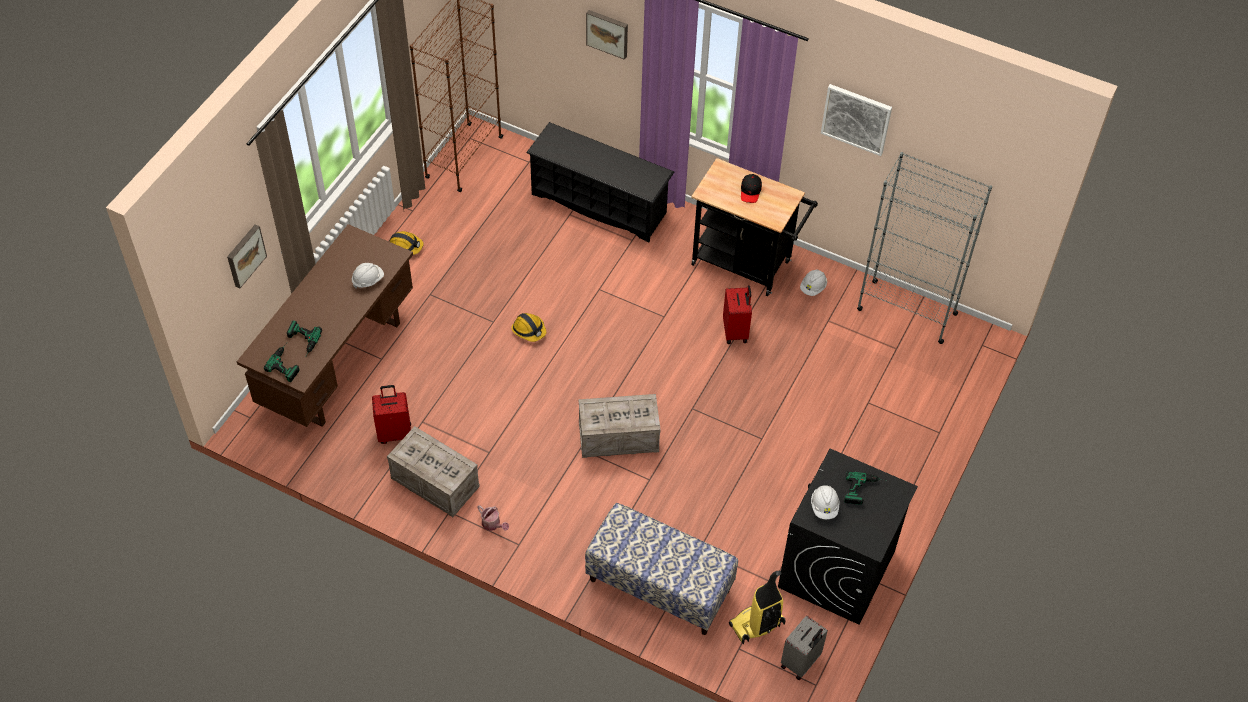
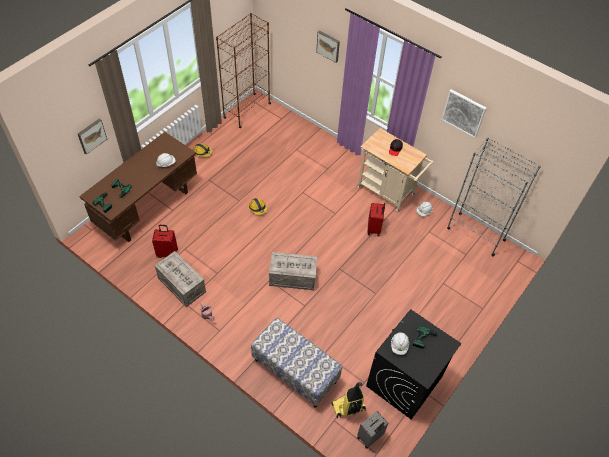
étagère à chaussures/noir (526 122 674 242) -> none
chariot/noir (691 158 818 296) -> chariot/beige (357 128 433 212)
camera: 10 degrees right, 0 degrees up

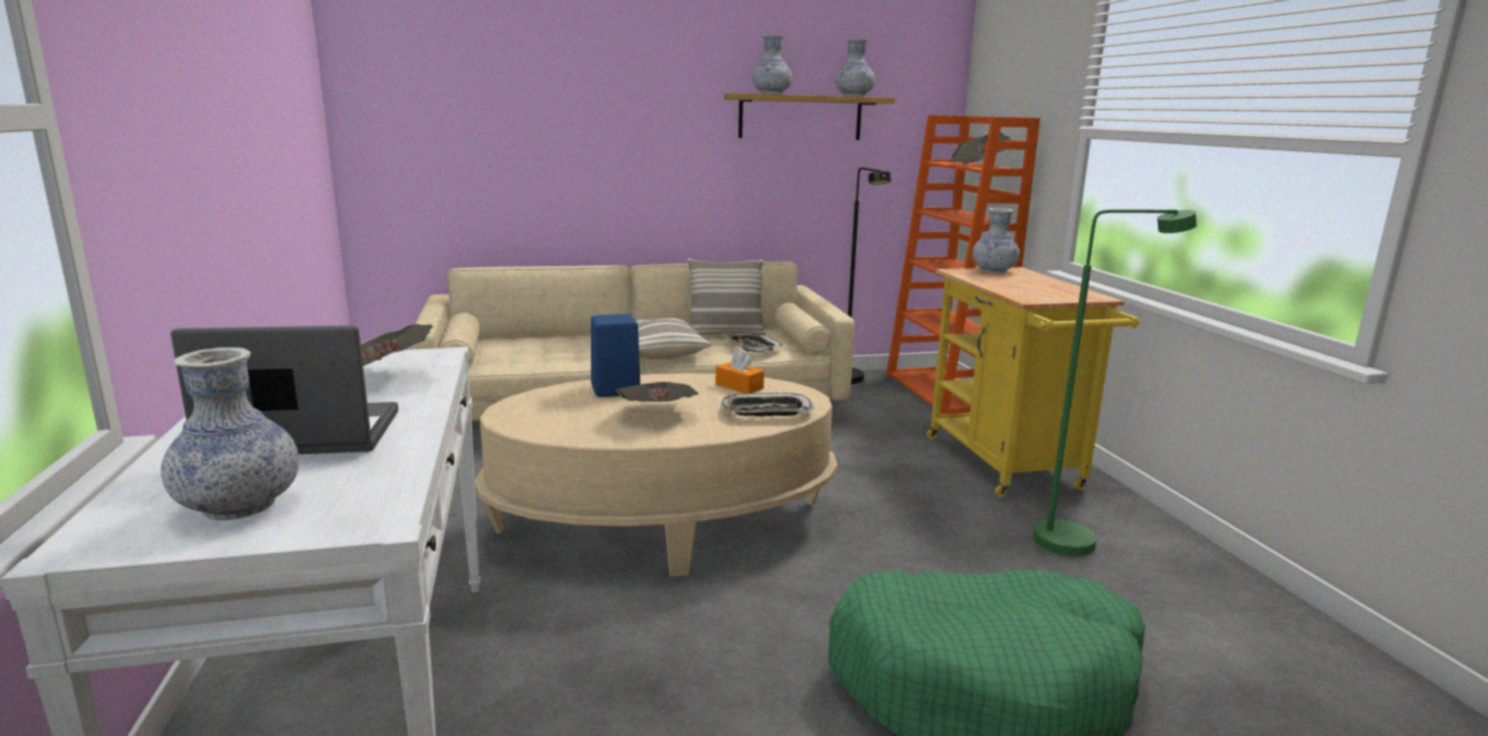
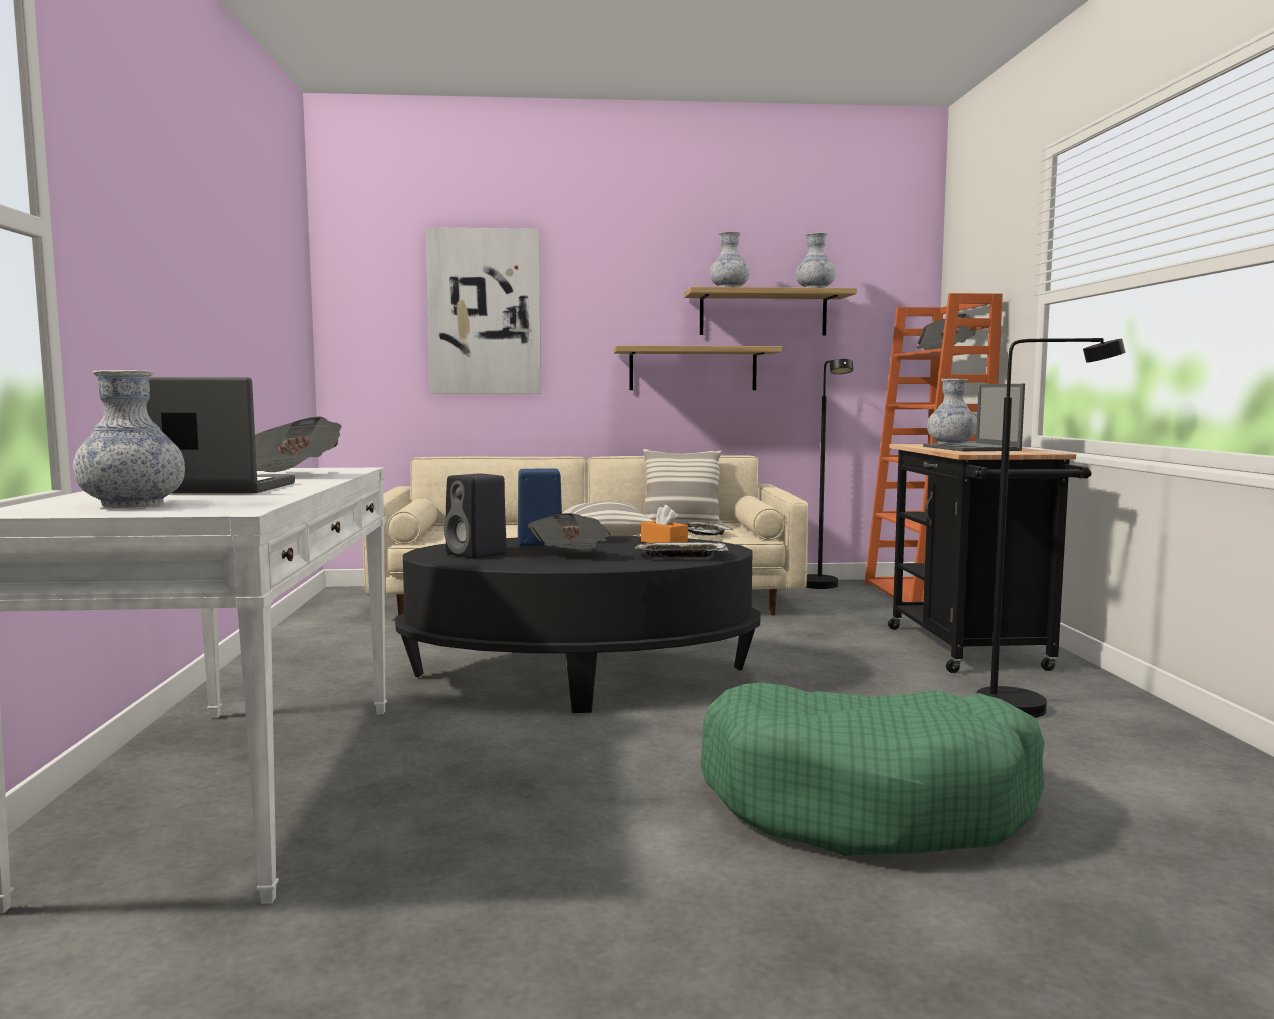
lampadaire/vert (1033 209 1197 557) -> lampadaire/noir (977 338 1125 718)
chariot/jaune (926 267 1140 497) -> chariot/noir (888 444 1092 673)
table basse/beige (475 373 838 577) -> table basse/noir (395 536 761 713)
none -> tableau (426 227 541 394)
none -> étagère (614 346 783 390)
none -> ordinateur portable (923 384 1025 451)
none -> enceinte/noir (444 473 507 559)
camera: 10 degrees right, 10 degrees down

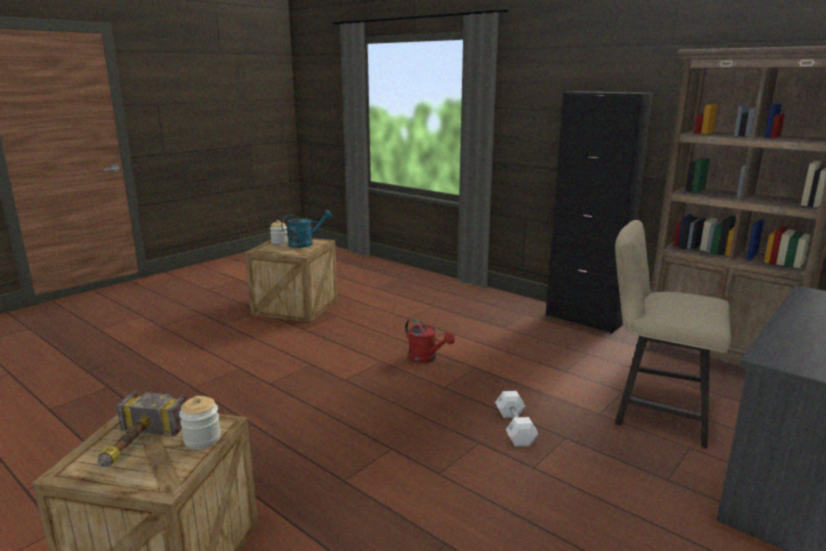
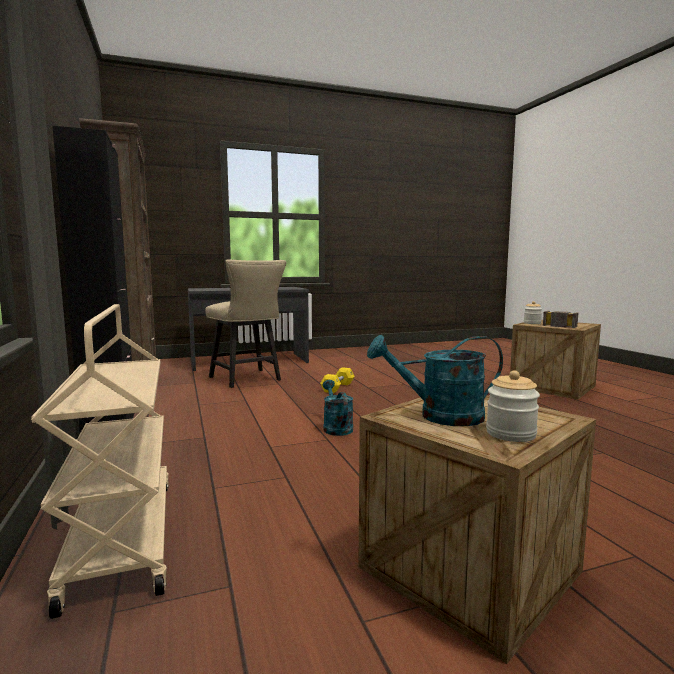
arrosoir/rouge (405 319 455 363) -> arrosoir/turquoise (323 380 353 436)
haltère/blanc (495 391 538 447) -> haltère/jaune (320 367 355 393)
none -> chariot/beige (31 304 169 619)
camera: 150 degrees left, 10 degrees down

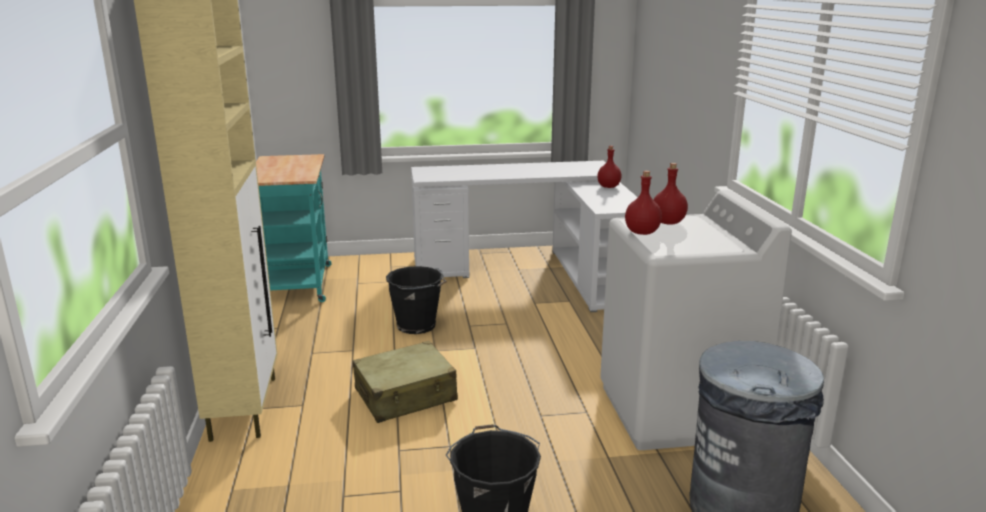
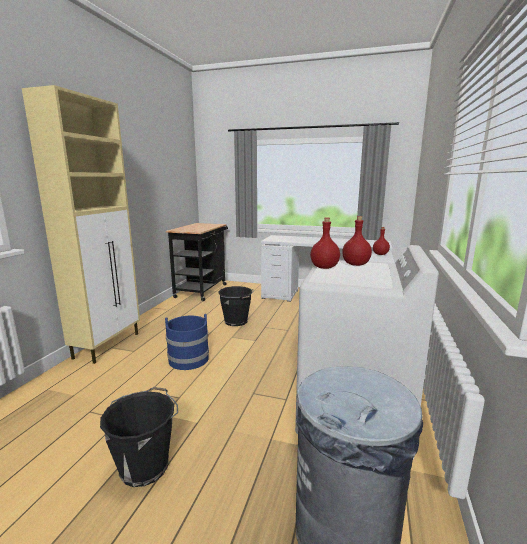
chariot/turquoise (256 154 331 302) -> chariot/noir (166 223 228 301)
valise/beige (353 341 458 423) -> seau/bleu (165 314 209 370)
camera: 25 degrees right, 5 degrees down

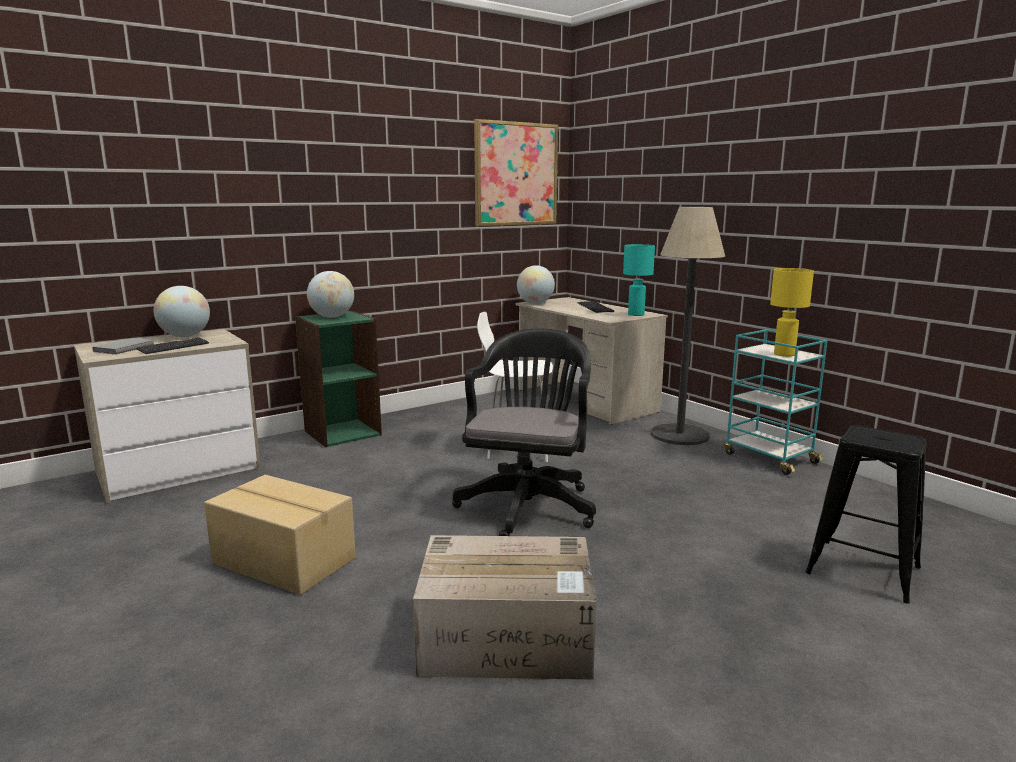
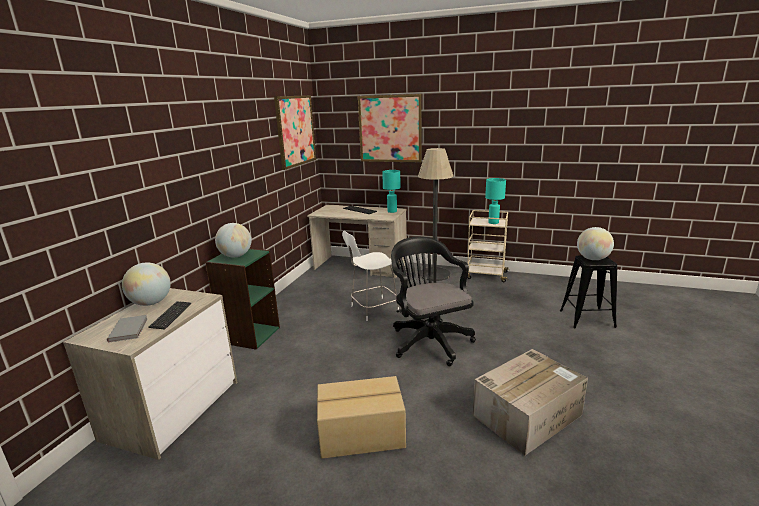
globe (517 265 555 304) -> globe (577 227 614 260), shifted
lampe de table/jaune (770 268 814 357) -> lampe de table/turquoise (485 178 506 224)
chariot/turquoise (724 329 828 475) -> chariot/beige (467 210 510 282)
none -> tableau (358 94 422 162)
camera: 35 degrees left, 5 degrees up

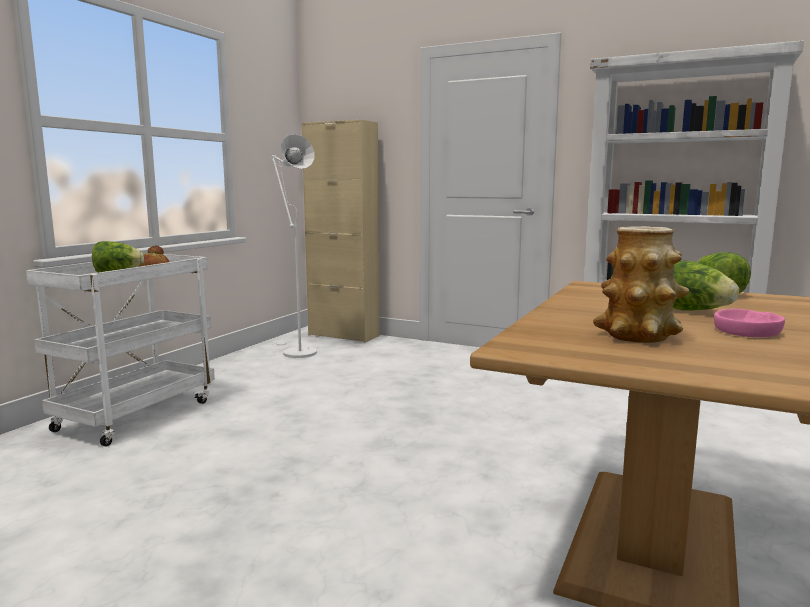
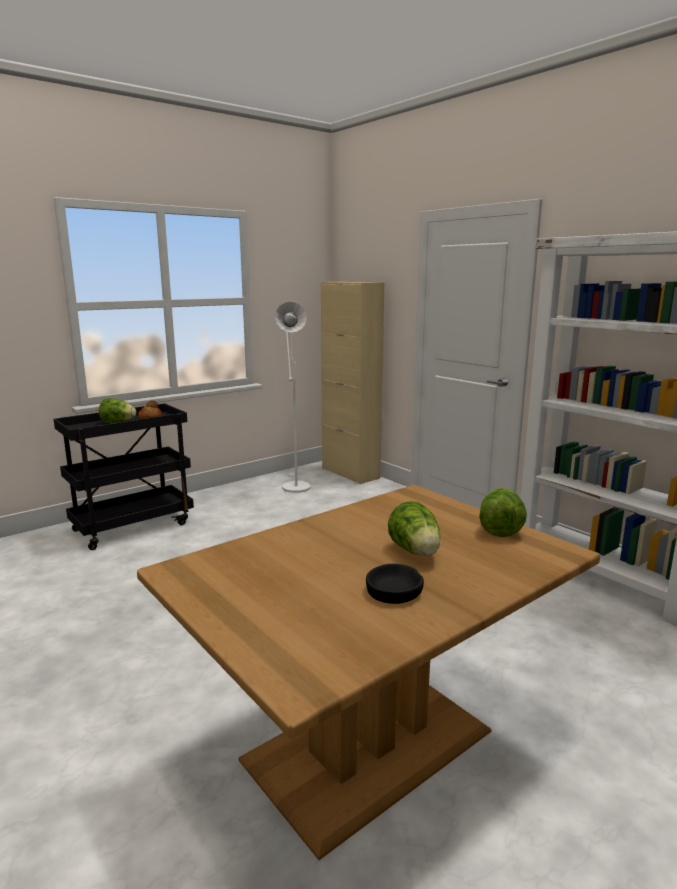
vase (593 226 689 343) -> none
chariot/blanc (26 254 215 446) -> chariot/noir (54 403 194 550)
bol/rose (714 309 785 337) -> bol/noir (366 564 424 604)
camera: 25 degrees right, 5 degrees up

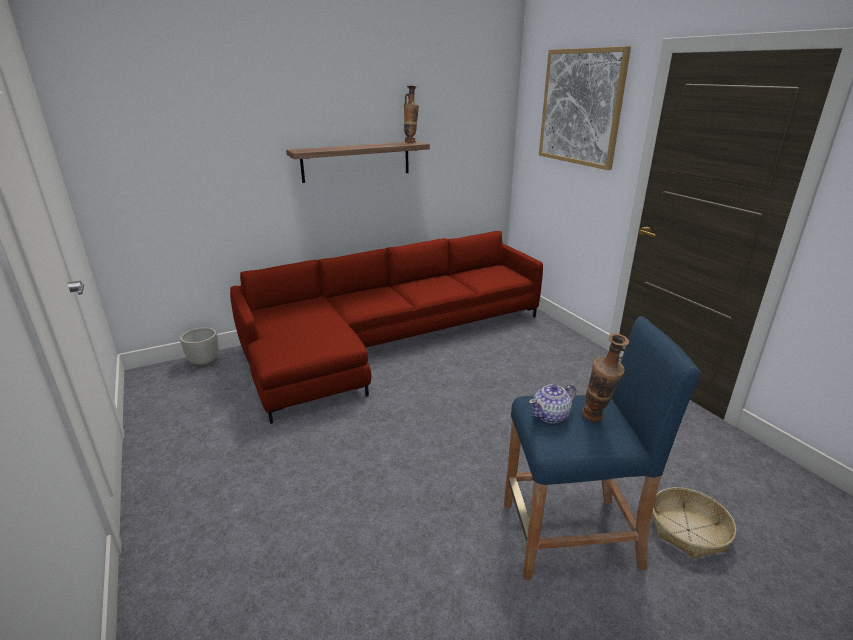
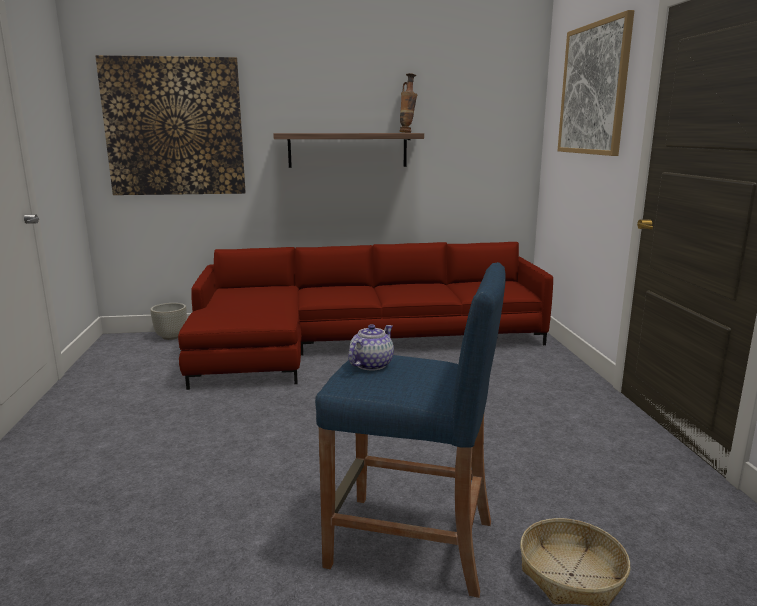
vase (582 334 629 422) -> none
théière (529 384 576 423) -> théière (348 324 394 371), 135 degrees clockwise
none -> tableau (95 55 246 195)
camera: 20 degrees right, 10 degrees down

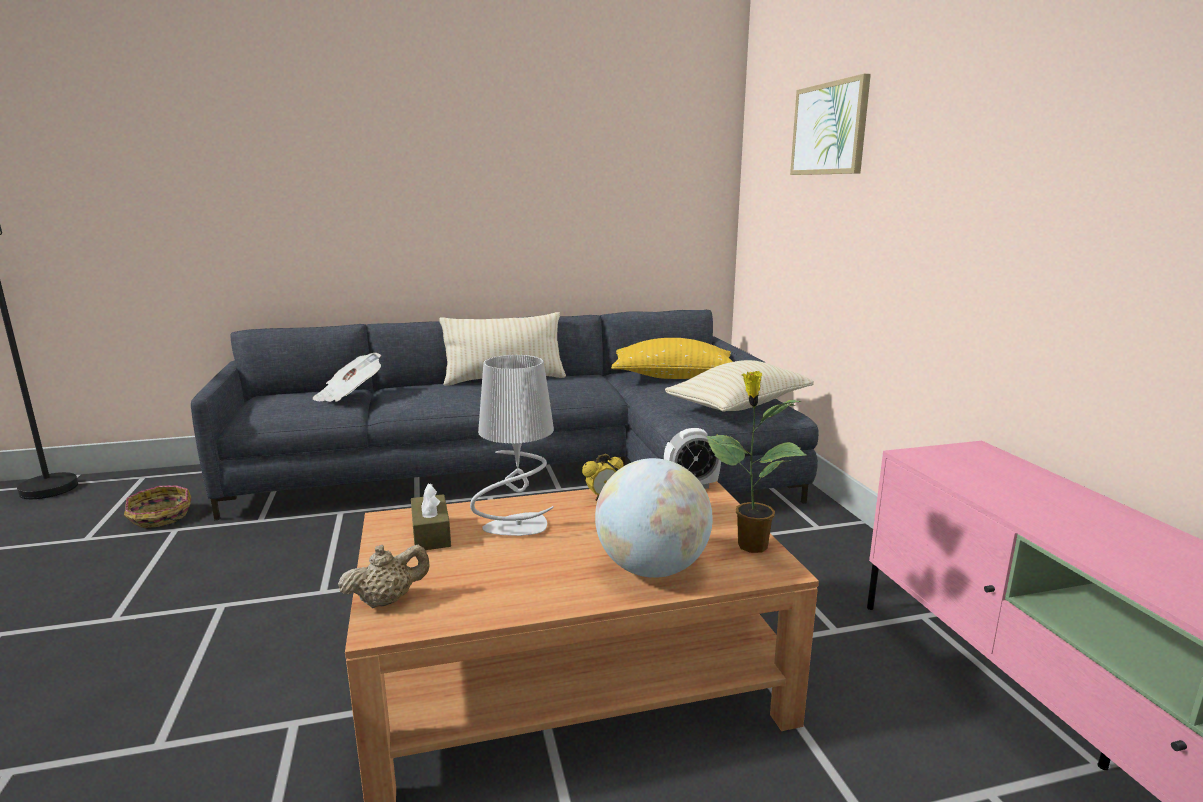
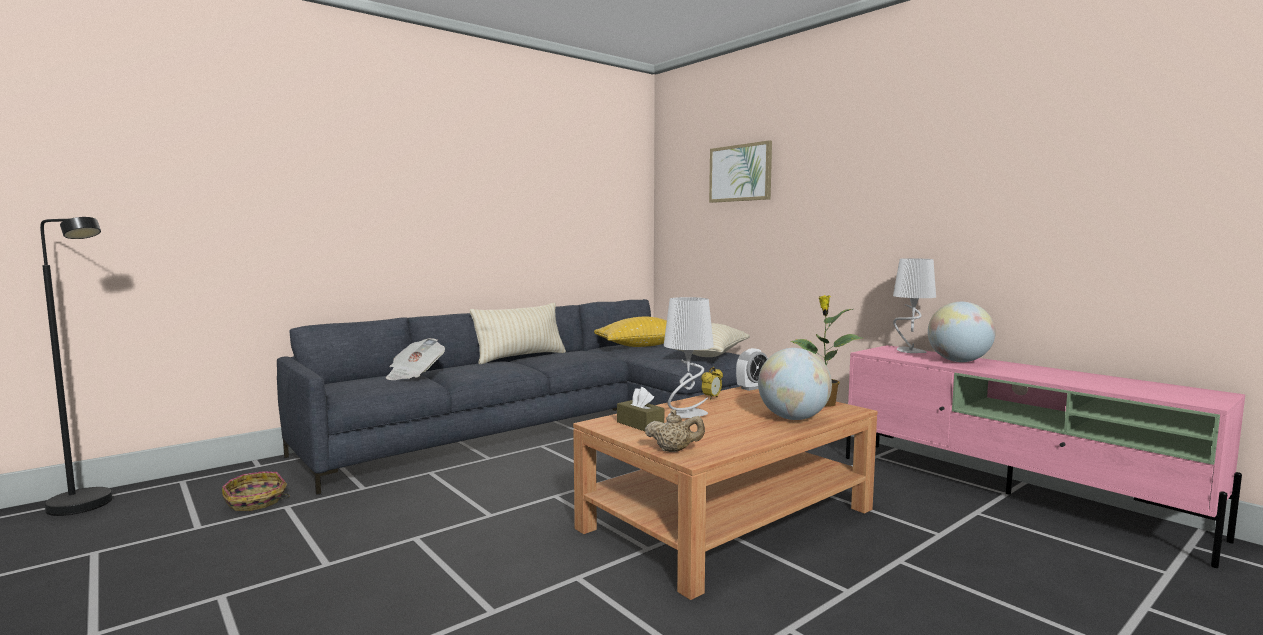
théière/beige (338 544 429 608) -> théière/beige (645 410 705 452), 60 degrees clockwise
none -> lampe de table/gris (893 258 936 353)
none -> globe (928 302 996 362)
camera: 25 degrees left, 10 degrees down

